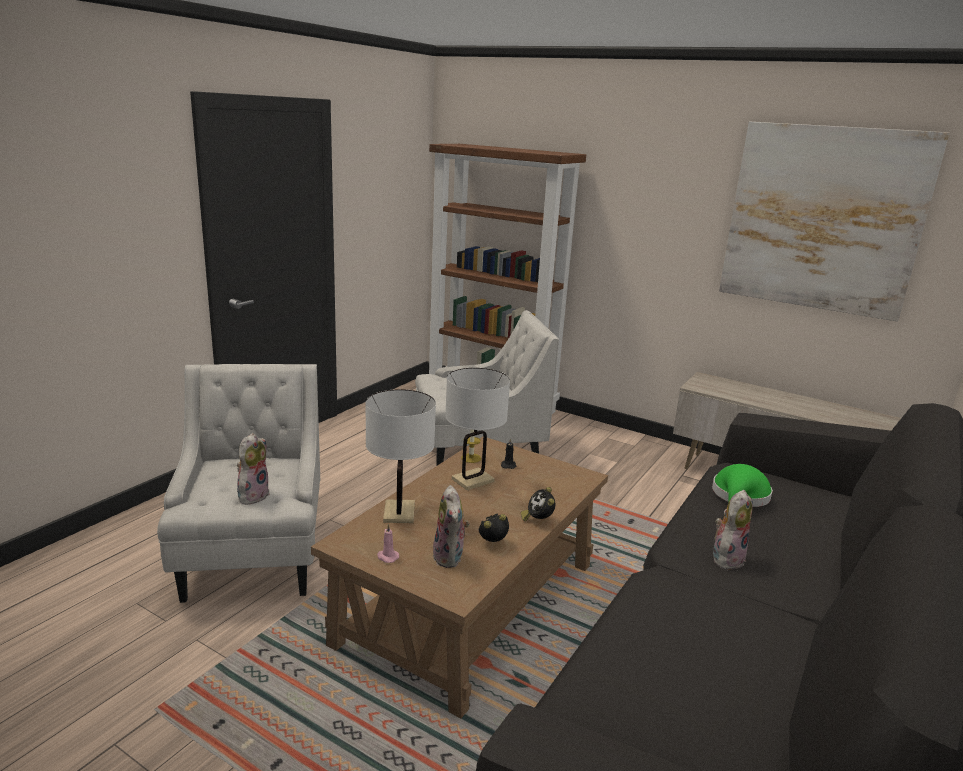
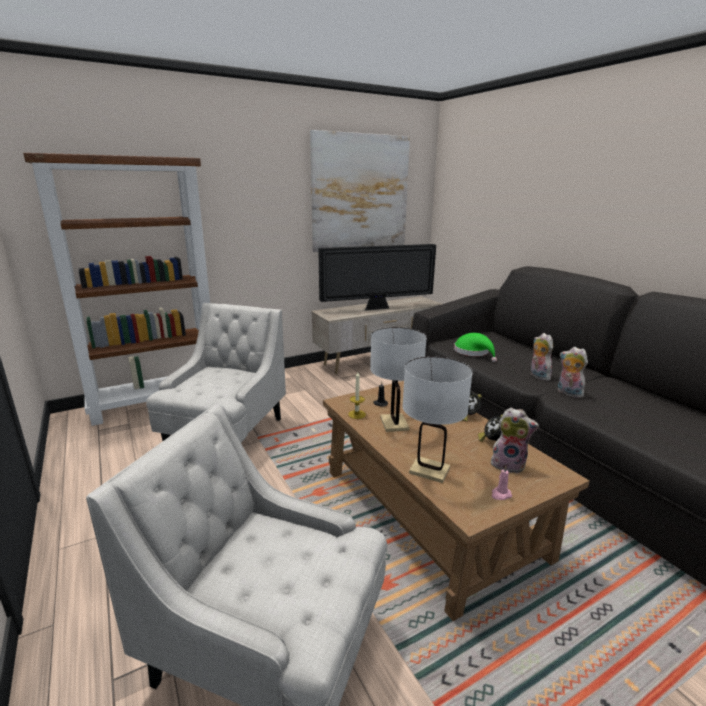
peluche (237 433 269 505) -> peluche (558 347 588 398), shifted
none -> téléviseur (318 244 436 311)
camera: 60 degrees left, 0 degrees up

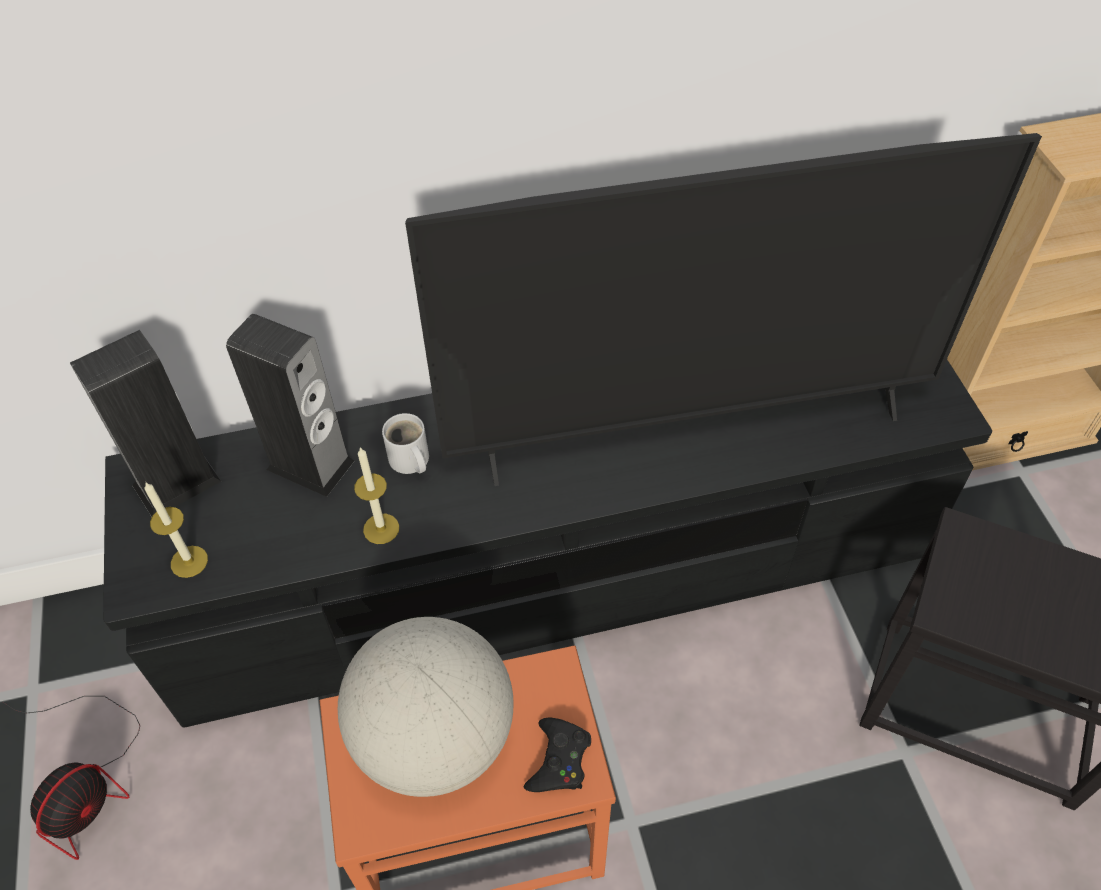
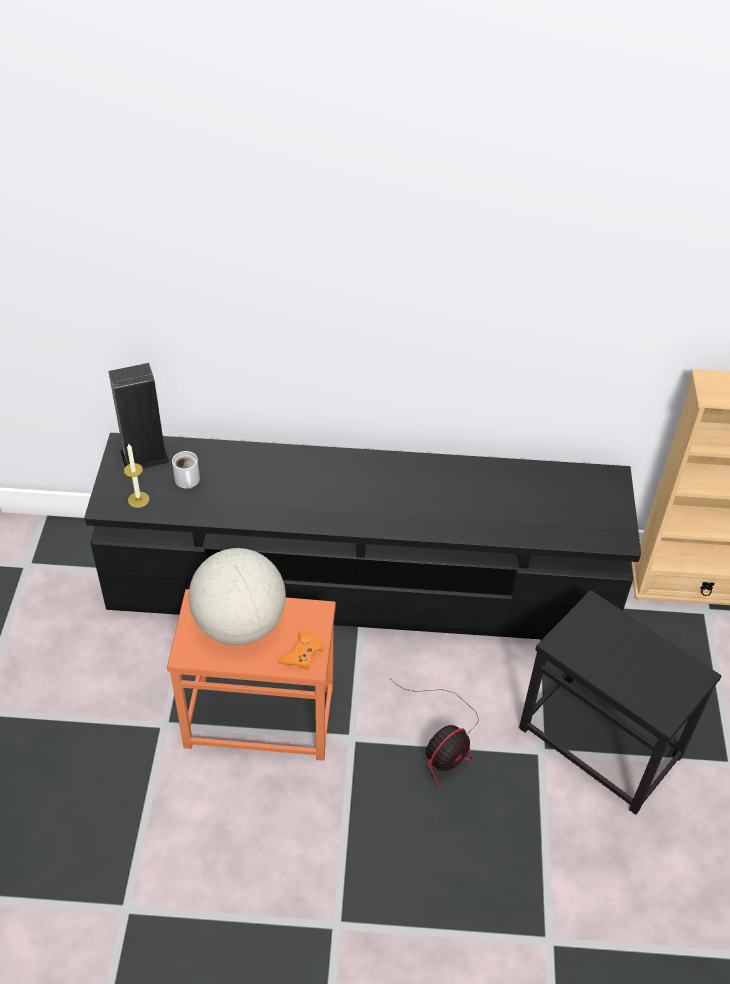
téléviseur (405 133 1042 486) -> none
enceinte (226 314 354 497) -> none
mug/blanc (382 413 429 474) -> mug/blanc (172 451 200 489), shifted
bougie (354 447 399 544) -> none
ventilateur (2 696 140 860) -> ventilateur (390 678 479 788), shifted
manette/noir (524 717 591 792) -> manette/orange (278 631 323 670)
camera: 15 degrees right, 5 degrees down

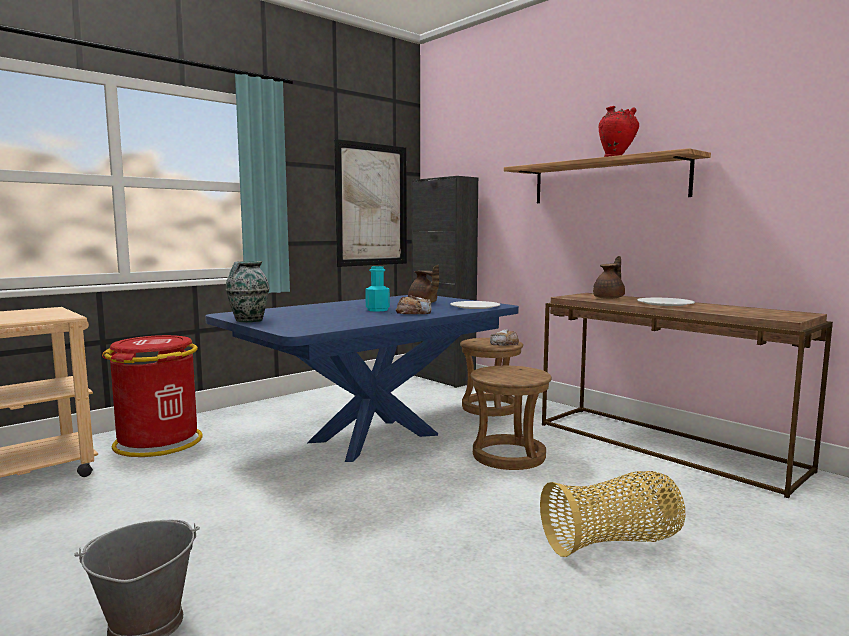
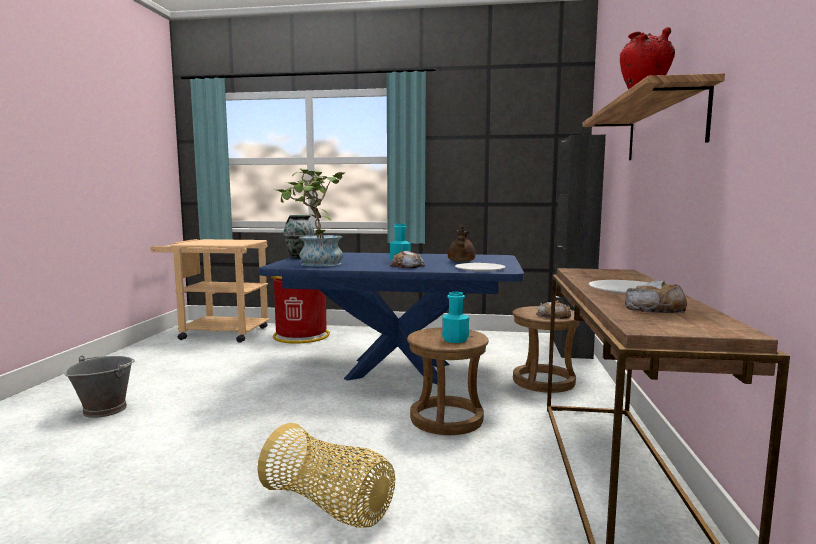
tableau (334 139 407 267) -> none
théière/marron (593 256 625 299) -> none
none -> plante en pot (273 168 346 267)
none -> pain (625 280 687 313)
none -> bouteille/turquoise (442 292 469 343)
camera: 50 degrees right, 0 degrees up

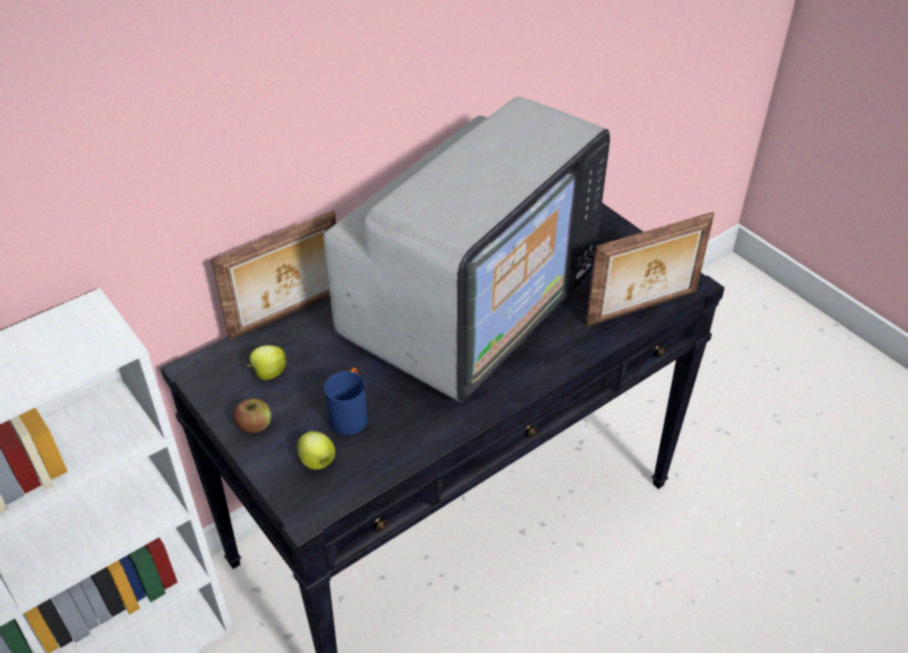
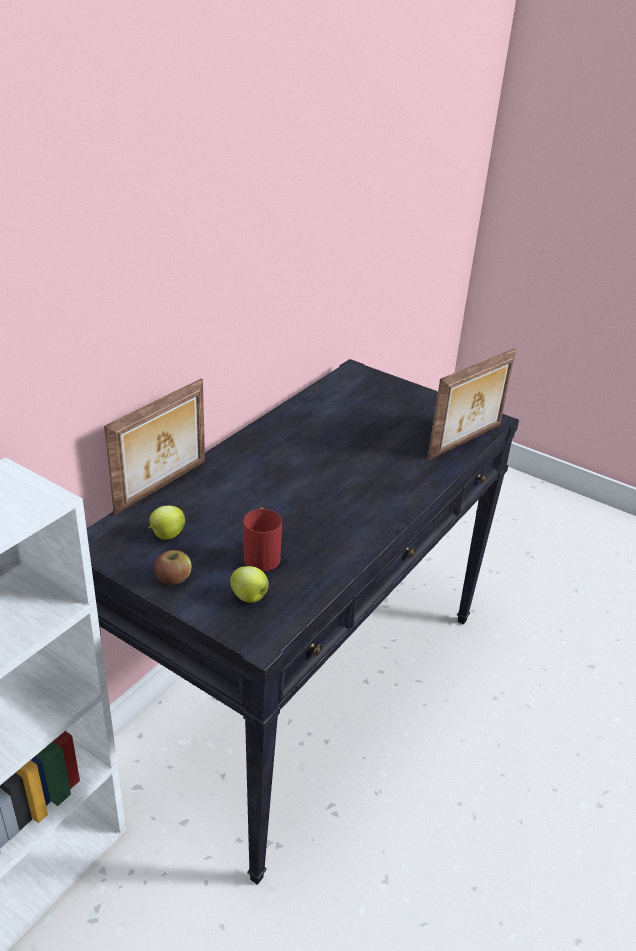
téléviseur (324 97 610 402) -> none
mug/bleu (324 368 368 435) -> mug/rouge (243 507 282 572)
camera: 20 degrees left, 10 degrees down

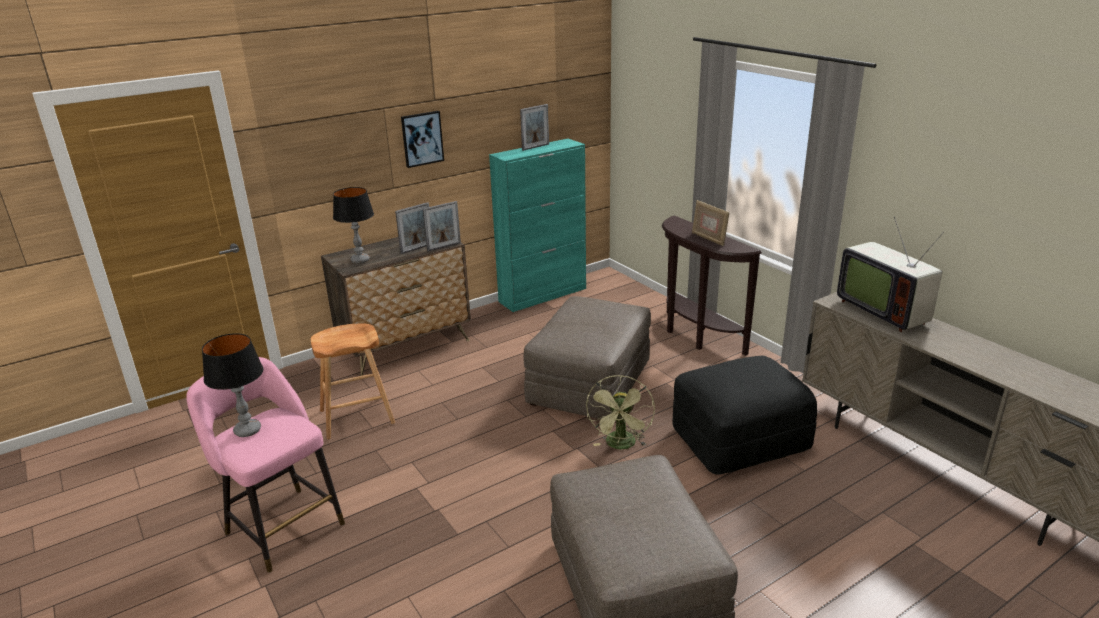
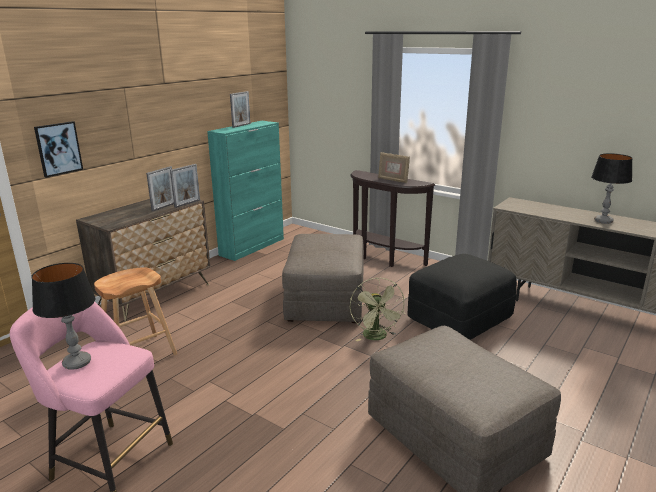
tableau (401 111 444 168) -> tableau (34 121 83 177), shifted
lampe de table (333 187 374 264) -> lampe de table (591 153 633 224), shifted
téléviseur (837 217 944 332) -> none
camera: 20 degrees left, 5 degrees down

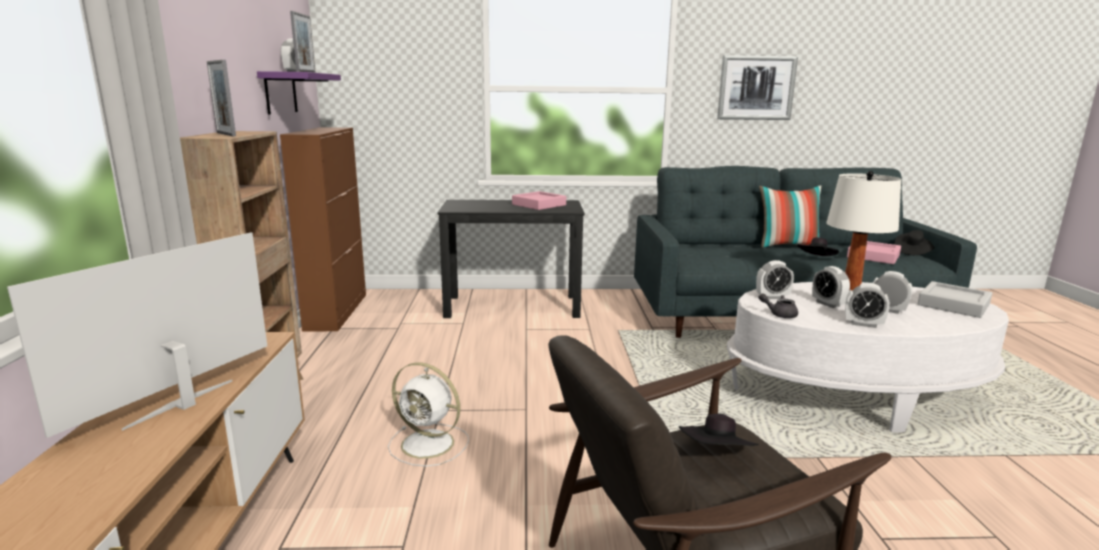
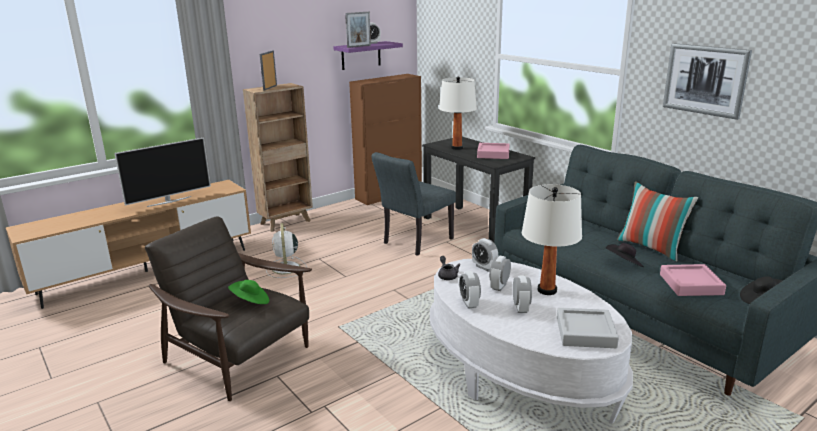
téléviseur (7 232 267 438) -> téléviseur (114 137 211 207), 150 degrees clockwise
chapeau/noir (679 413 759 446) -> chapeau/vert (228 280 269 304)
none -> lampe de table/blanc (439 76 477 150)
none -> chaise/gris (371 152 456 256)
camera: 55 degrees right, 5 degrees up

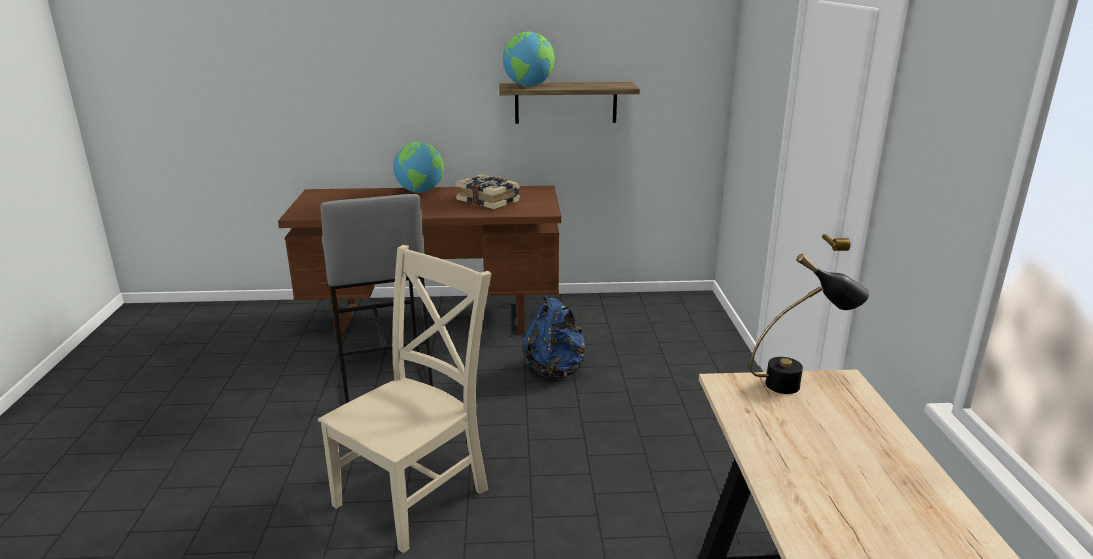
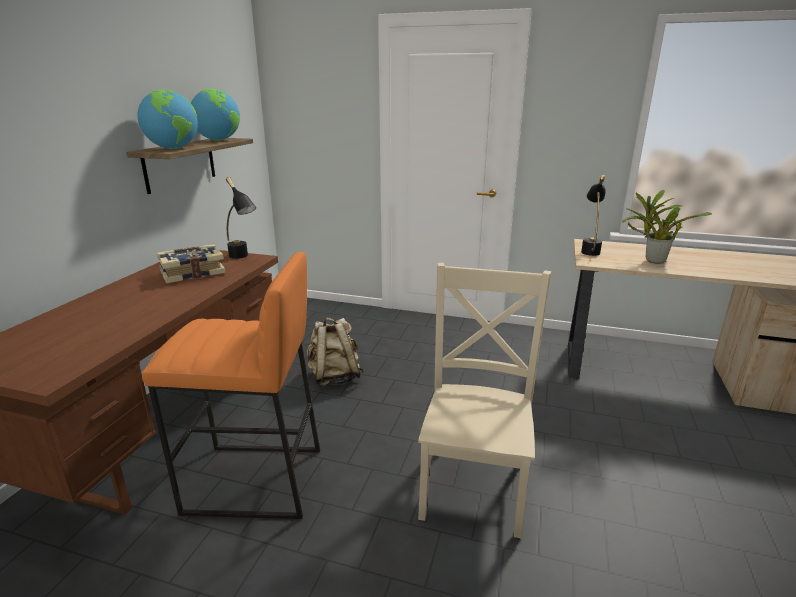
globe (393 142 444 193) -> globe (191 89 240 140), shifted
tabouret/gris (321 194 433 403) -> tabouret/orange (142 252 320 519)
chaise/beige (318 245 492 553) -> chaise/beige (418 263 551 538), 45 degrees clockwise
sac à dos/bleu (522 295 586 379) -> sac à dos/beige (307 318 364 387)
none -> lampe de table/noir (226 177 256 259)
none -> plante en pot (622 190 712 264)
camera: 70 degrees left, 0 degrees up

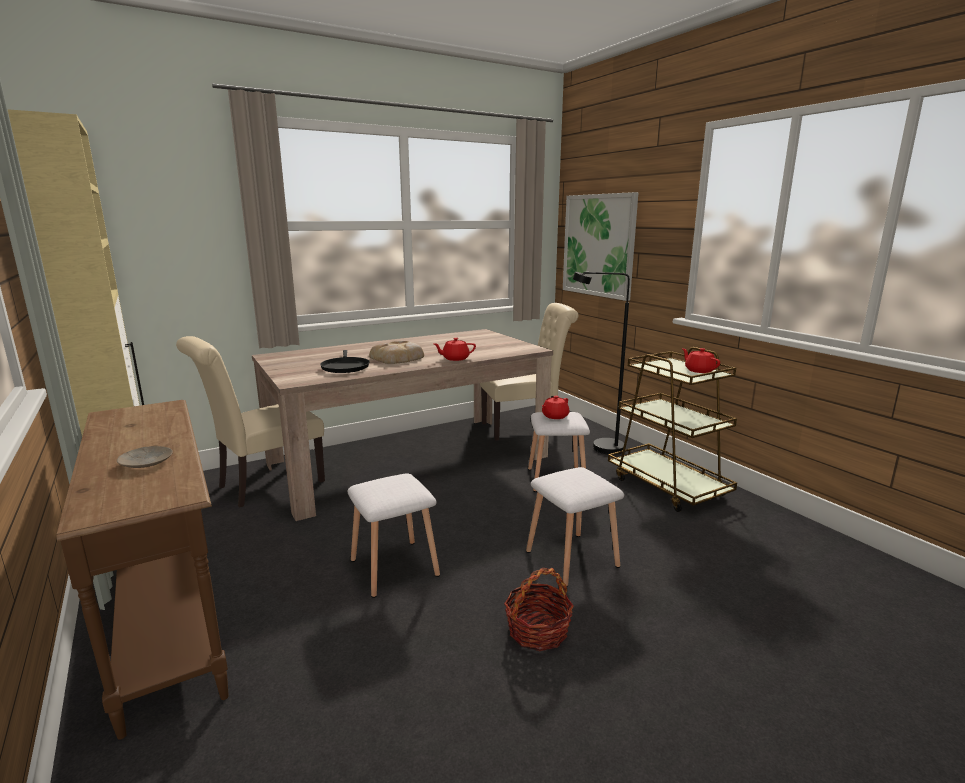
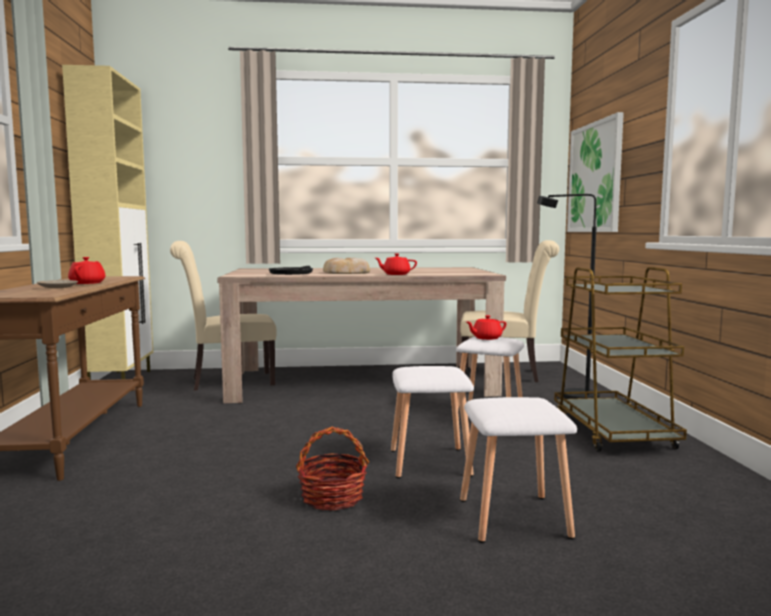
théière/rouge (682 348 720 373) -> théière/rouge (68 257 106 284), shifted
tabouret/blanc (347 473 440 598) -> tabouret/blanc (460 397 577 543), shifted
camera: 25 degrees right, 10 degrees down

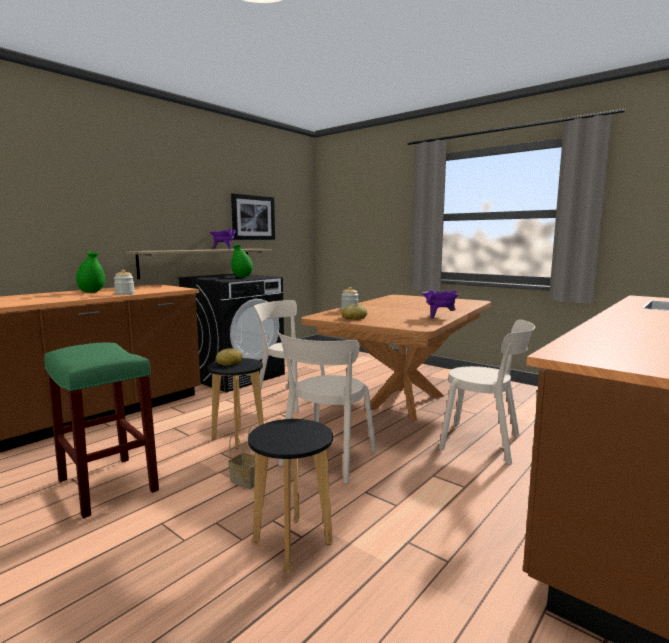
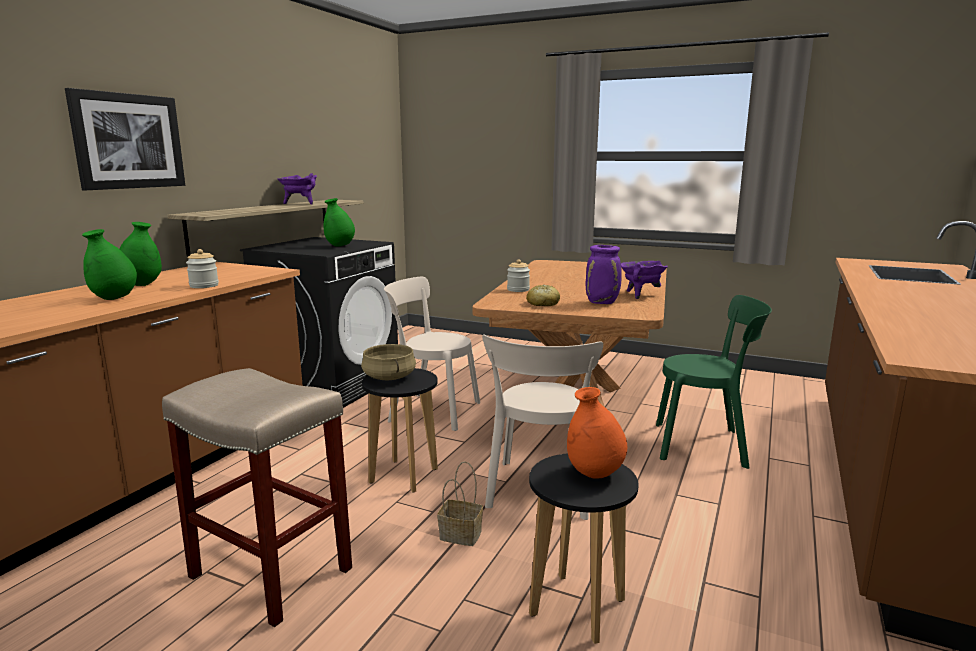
tableau (231 193 275 240) -> tableau (65 88 185 190), shifted
chaise/beige (439 319 535 465) -> chaise/vert (656 295 772 469)
tabouret/vert (44 343 159 519) -> tabouret/beige (162 368 352 627)
pain (216 348 242 366) -> marmite/beige (361 344 416 380)
none -> vase/vert (82 229 137 300)
none -> vase/violet (586 245 622 304)
none -> vase/orange (567 387 627 479)
camera: 15 degrees left, 5 degrees up

